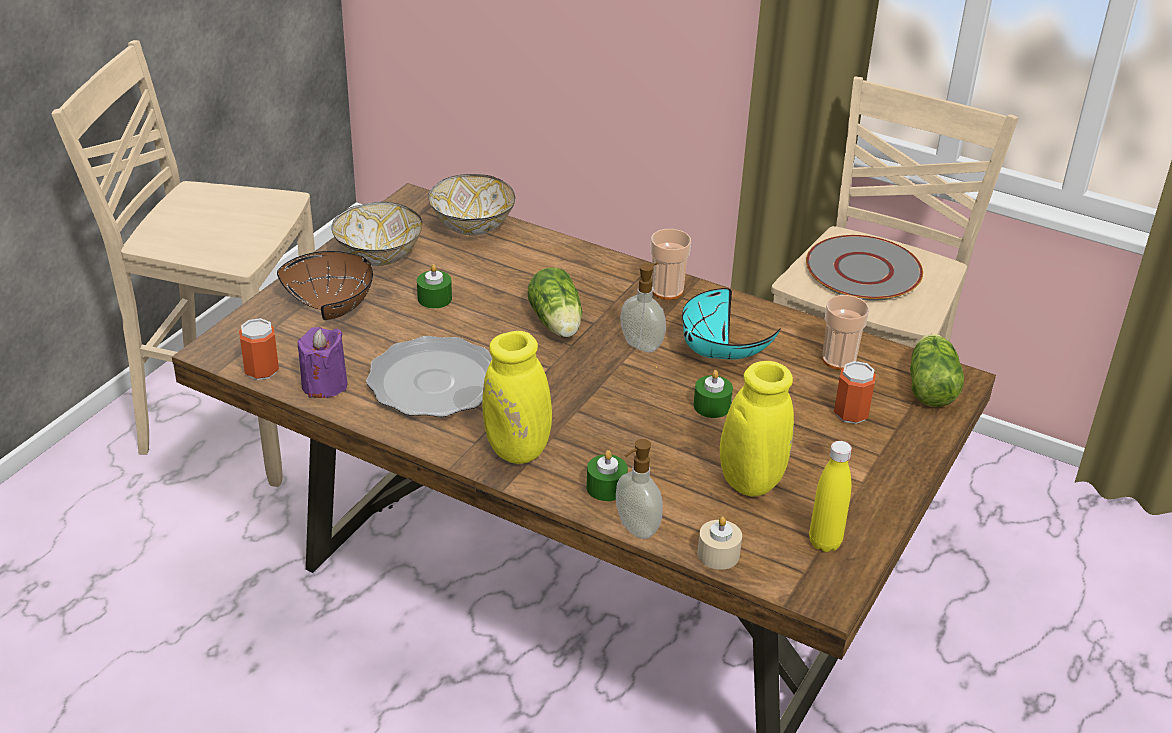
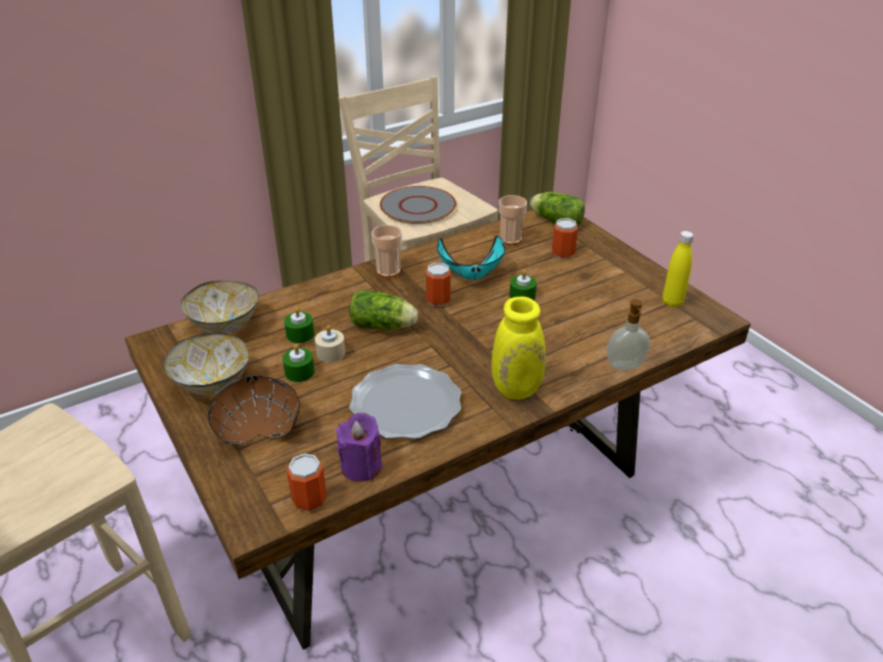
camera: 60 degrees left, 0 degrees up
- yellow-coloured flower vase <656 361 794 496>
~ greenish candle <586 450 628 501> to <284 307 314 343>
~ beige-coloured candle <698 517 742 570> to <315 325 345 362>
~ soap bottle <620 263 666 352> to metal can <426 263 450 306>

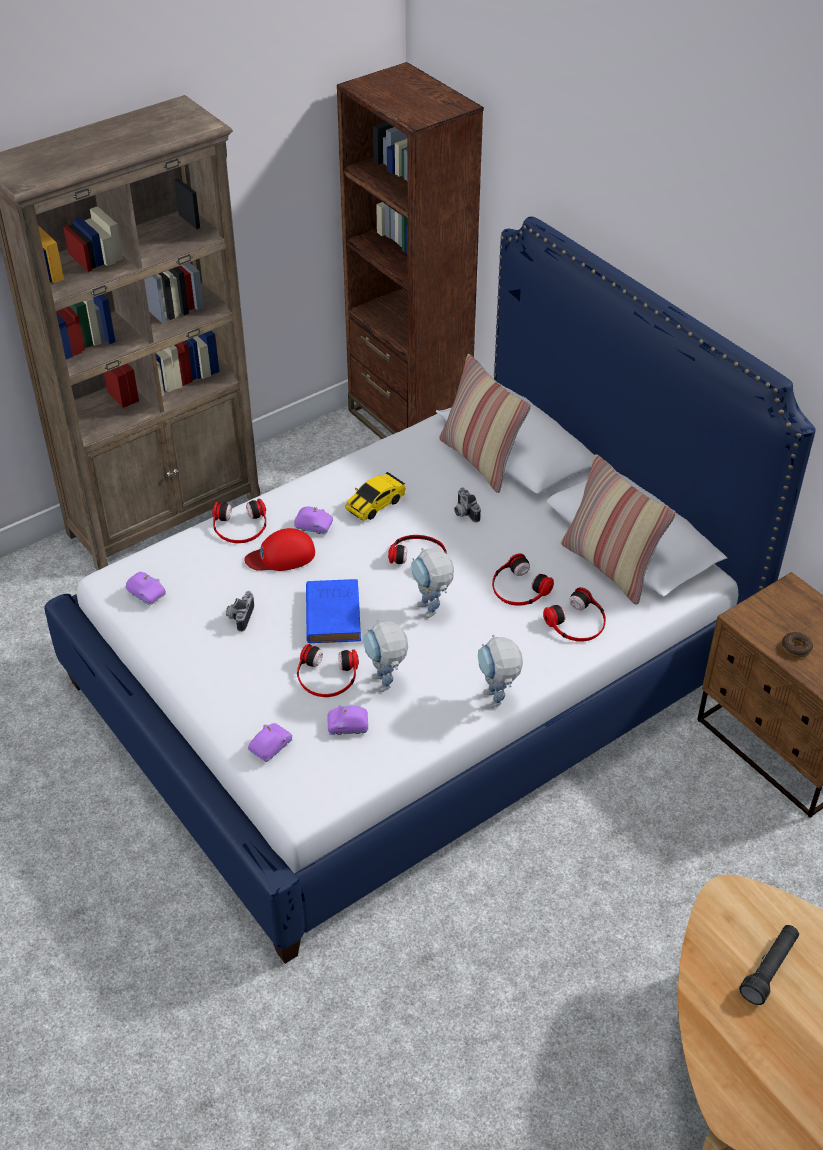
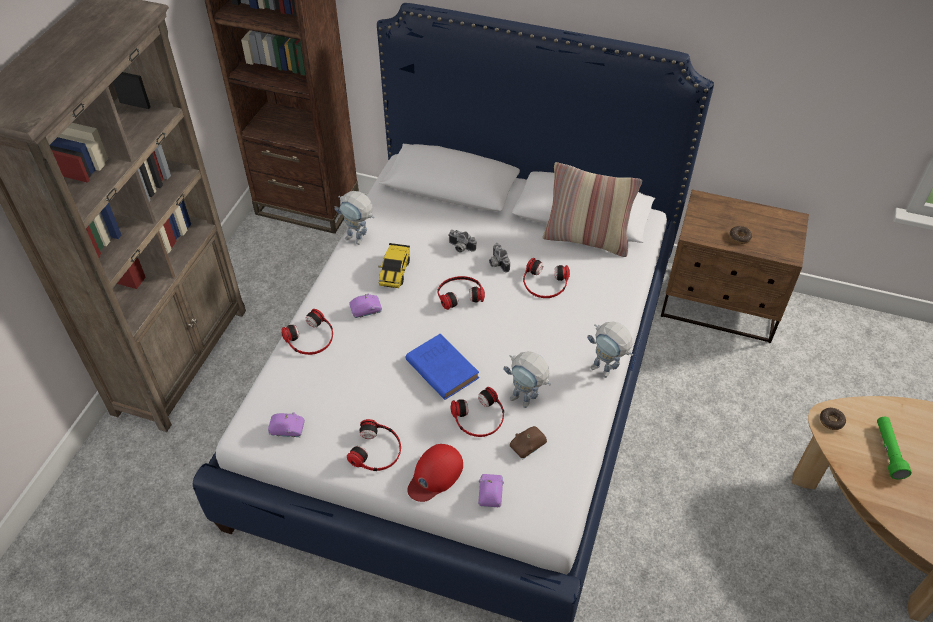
camera: 35 degrees left, 5 degrees up
- cushion <439 354 531 493>
+ doughnut <820 408 846 430>
~ photo camera <226 591 254 632> to <489 243 510 273>
~ reddish cap <244 528 315 571> to <407 444 463 502>
~ robot figure <411 548 454 618> to <334 191 374 245>
~ pair of headphones <543 587 606 642> to <347 419 401 471>
~ purple miniature car <328 705 368 735> to brown miniature car <510 426 547 460>
~ blackish flashlight <739 925 799 1005> to greenish flashlight <877 417 912 480>

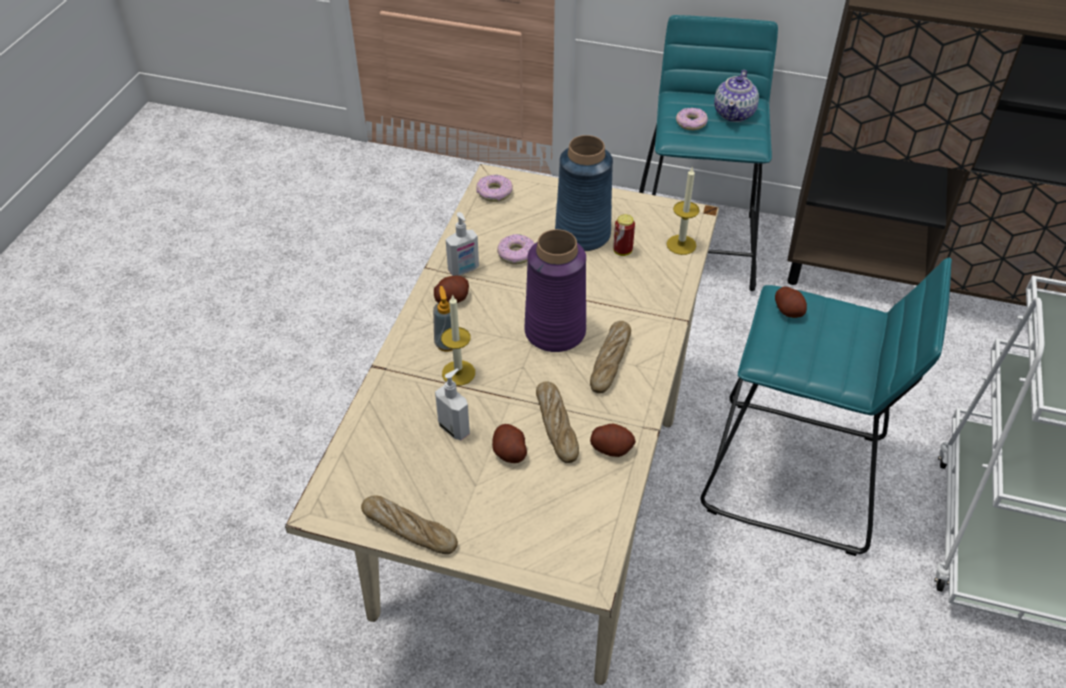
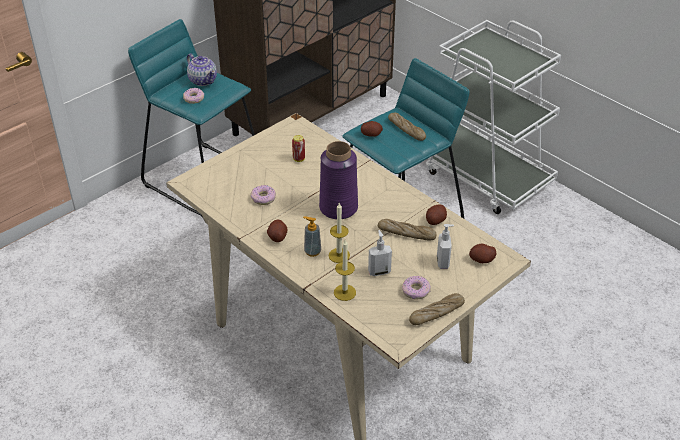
camera: 60 degrees left, 5 degrees down
- blue-coloured flower vase <555 135 613 251>
~ soap bottle <446 212 479 276> to <437 224 454 269>
~ doughnut <476 174 513 202> to <402 276 431 300>
~ spud <492 424 527 463> to <469 243 497 263>
~ bread <590 321 631 393> to <388 113 426 141>
~ candle <666 168 700 255> to <334 240 356 301>

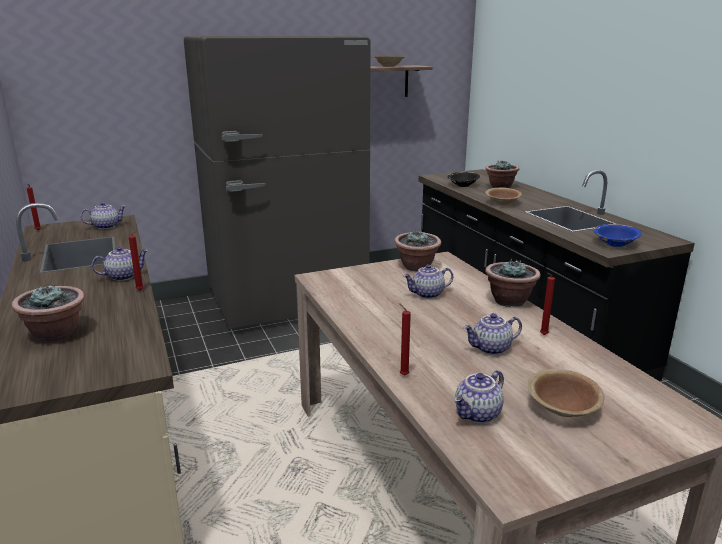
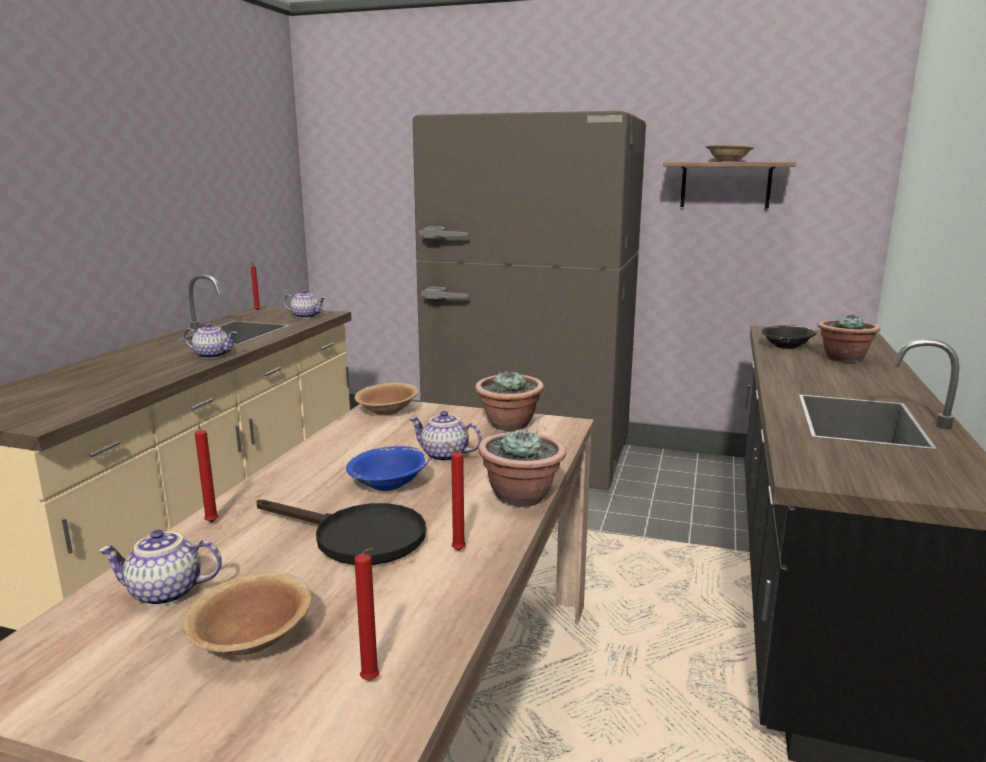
camera: 40 degrees right, 5 degrees down
- plant in a pot <12 285 85 342>
~ reddish candle <128 230 144 290> to <354 548 379 680>
~ brown deep dish <485 188 522 205> to <355 383 419 415>
~ blue-coloured deep dish <593 224 642 247> to <346 446 429 491>
~ teapot <463 313 522 355> to blackish skillet <257 500 426 565>

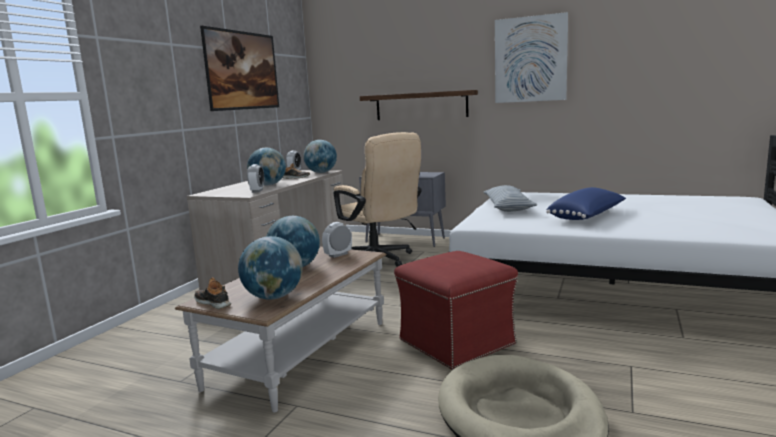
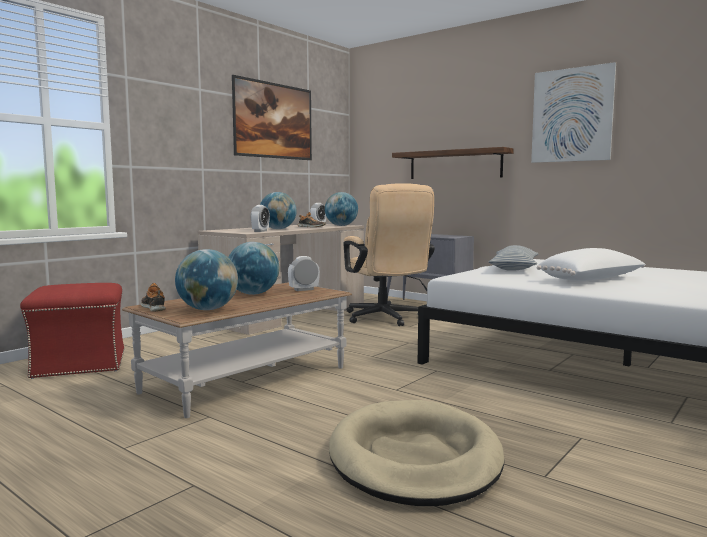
camera: 15 degrees right, 5 degrees down
~ reddish ottoman <394 251 518 370> to <20 283 125 379>
~ blue-coloured cushion <546 187 626 220> to white cushion <537 248 646 281>

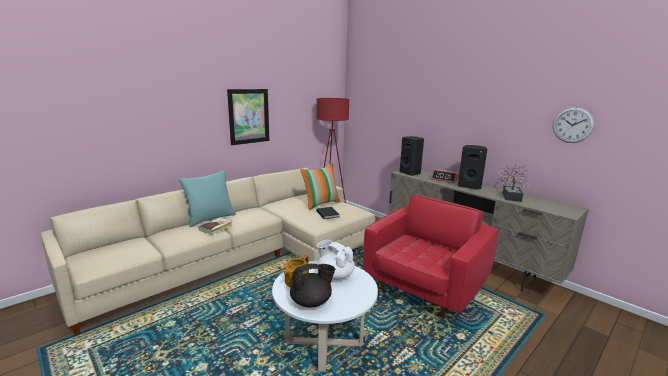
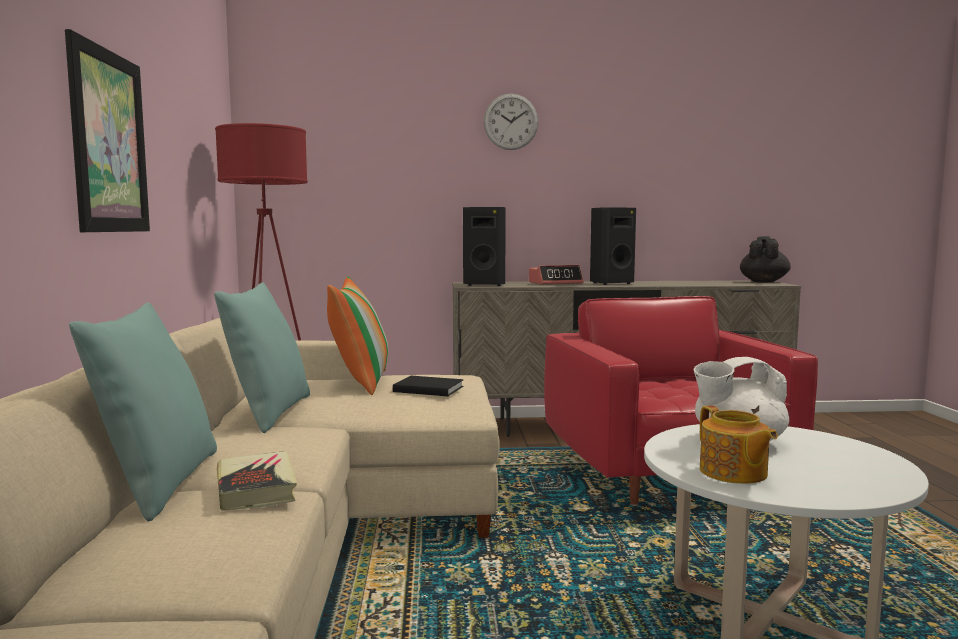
camera: 50 degrees left, 10 degrees down
- plant in a pot <499 163 529 202>
+ turquoise-coloured cushion <214 282 310 433>
~ blackish teapot <290 264 335 308> to <740 236 791 282>
~ clock on the wall <553 107 595 143> to <484 93 538 150>

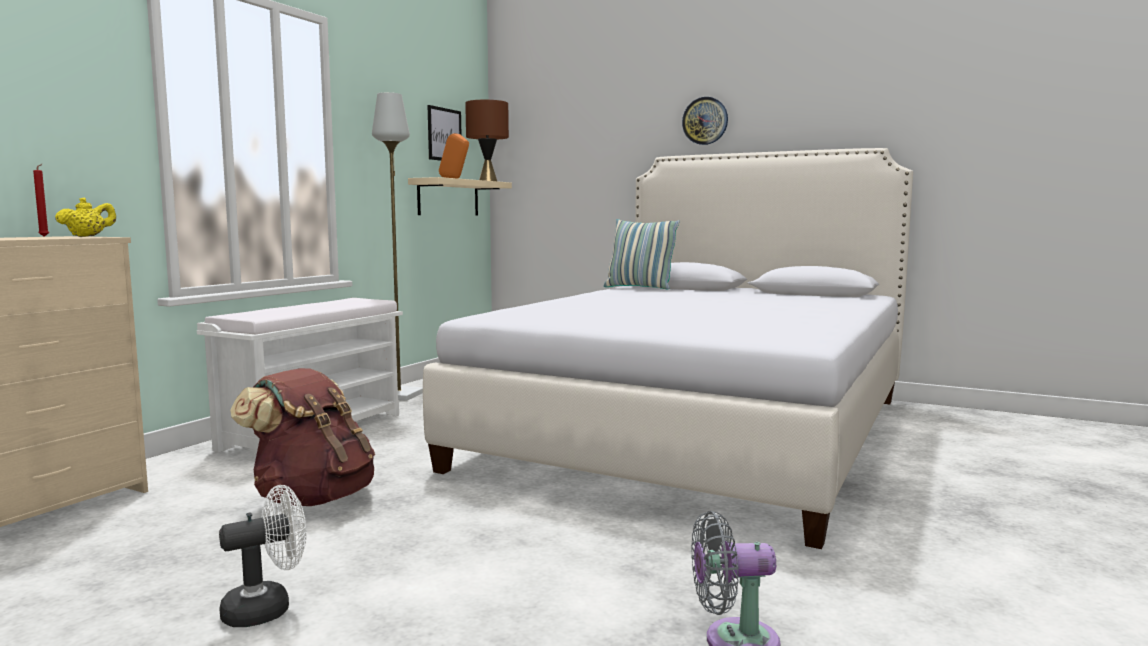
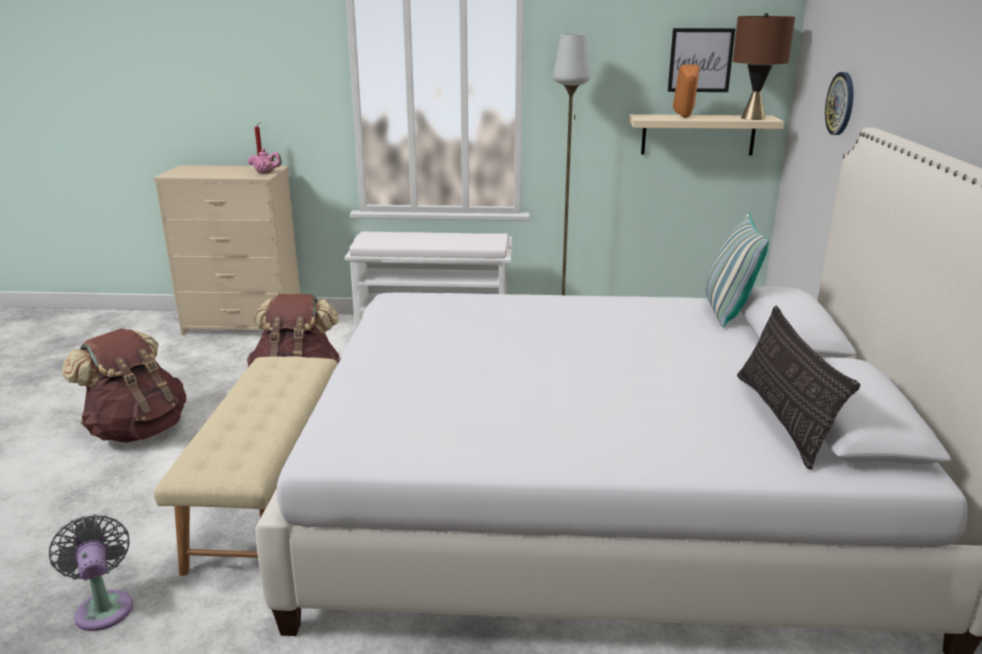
camera: 65 degrees right, 15 degrees up
+ beige-coloured long seat <154 356 338 576>
+ cushion <737 306 860 470>
~ clock on the wall <682 97 728 145> to <825 72 854 135>
~ white cooling fan <219 485 306 627> to brown rucksack <62 328 186 443>
~ yellow-coloured teapot <55 197 116 237> to pinkish teapot <248 148 282 174>

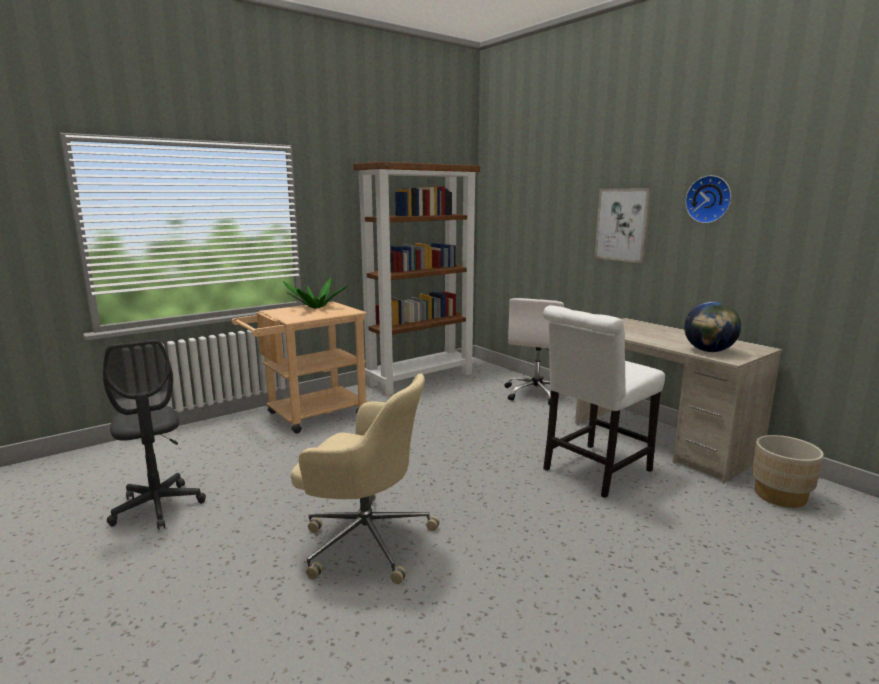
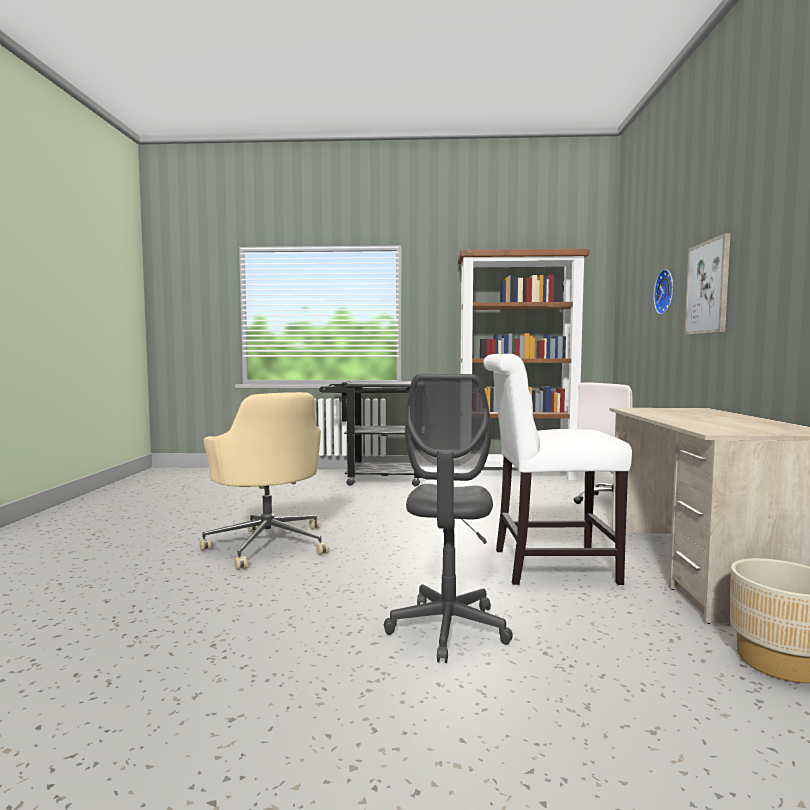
camera: 40 degrees right, 10 degrees down
- plant in a pot <283 277 348 309>
- desk globe <684 301 741 352>
~ greyish office chair <103 340 206 530> to <384 374 513 663>
~ clock on the wall <685 175 731 223> to <654 269 674 314>
~ beige-coloured cart <232 302 367 434> to blackish cart <319 381 421 487>

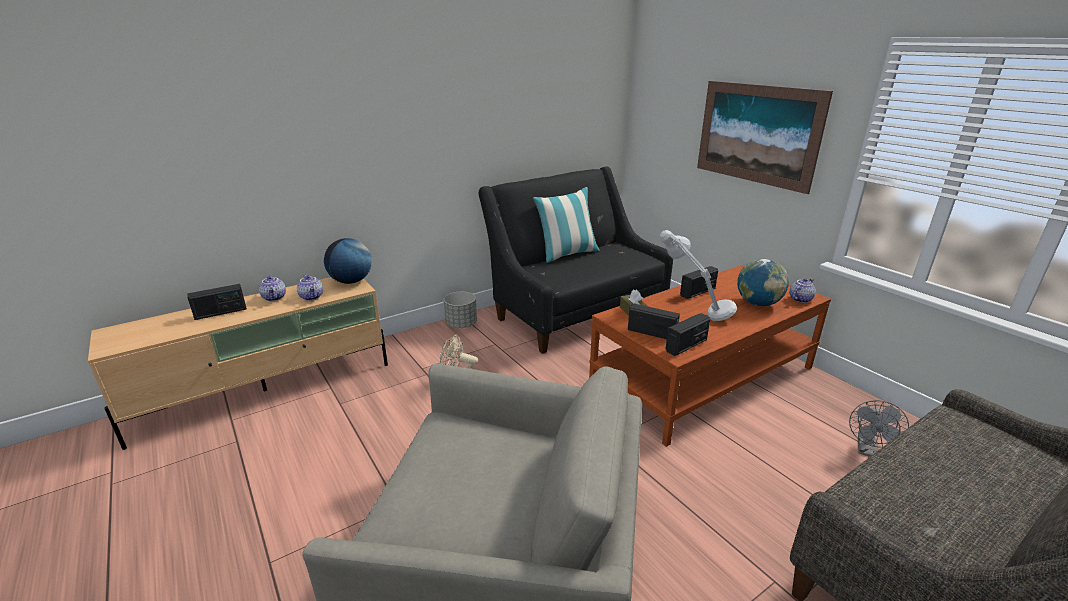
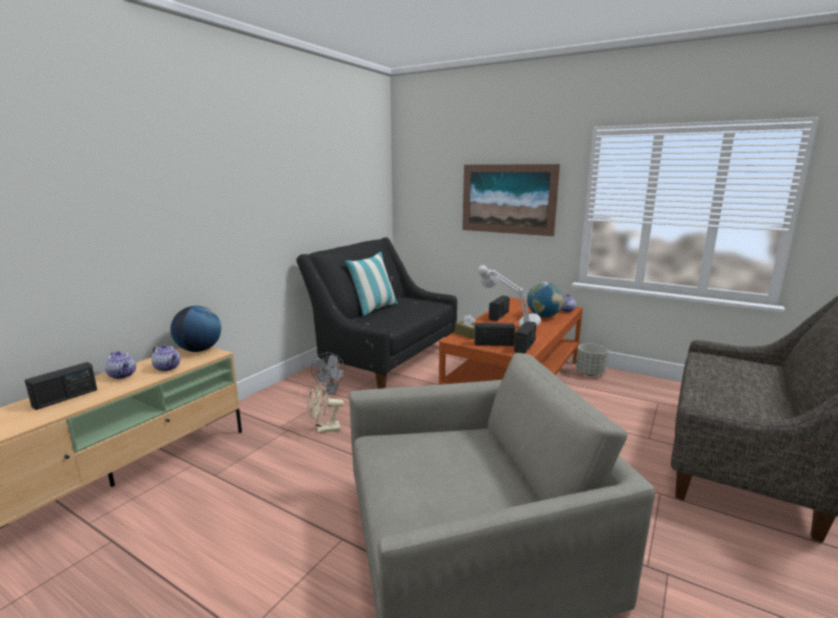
camera: 25 degrees left, 10 degrees down
~ greyish flower pot <444 291 477 328> to <576 344 608 376>
~ greyish cooling fan <849 400 909 457> to <311 352 345 394>

